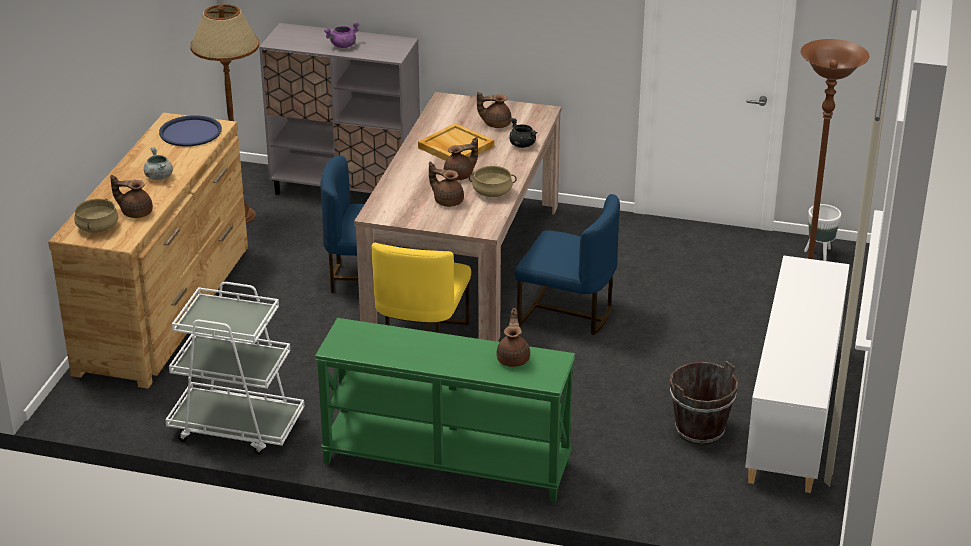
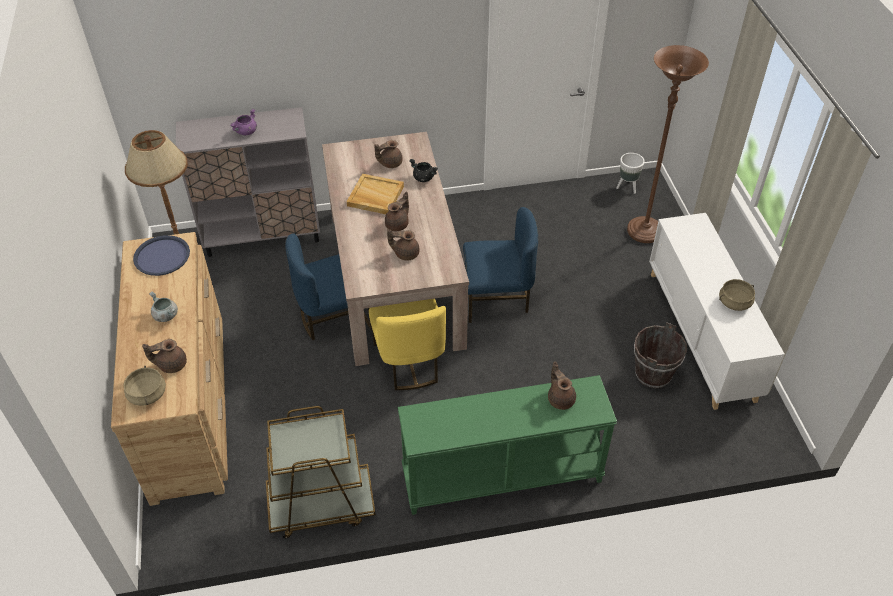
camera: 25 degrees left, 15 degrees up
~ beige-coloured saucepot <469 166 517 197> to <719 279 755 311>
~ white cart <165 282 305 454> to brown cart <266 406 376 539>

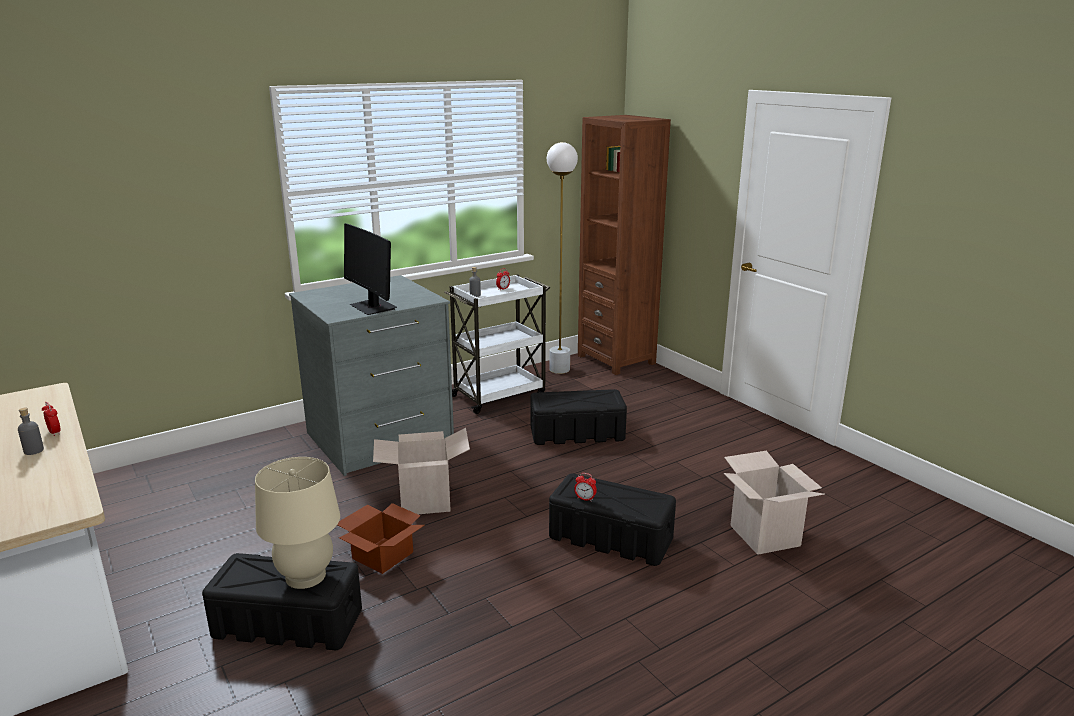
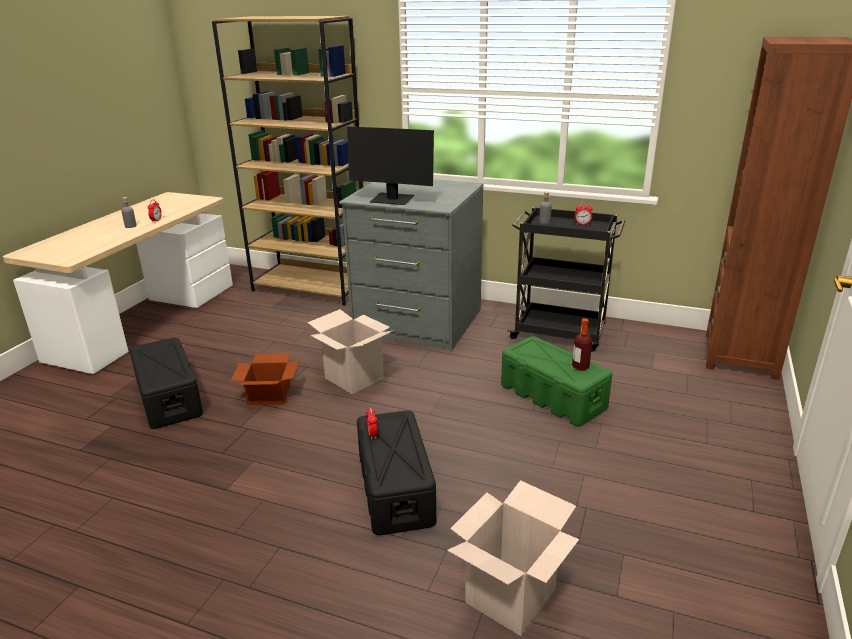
camera: 55 degrees right, 5 degrees up
- beige-coloured tabletop lamp <255 457 340 589>
- white standard lamp <547 142 578 374>
+ brown shelving unit <212 16 363 306>
+ beverage bottle <572 318 592 371>
~ white cart <444 274 550 414> to blackish cart <507 207 625 351>
~ blackish storage box <530 389 627 445> to greenish storage box <501 336 612 426>
~ computer display <344 223 397 315> = <347 127 434 205> 90 degrees counterclockwise

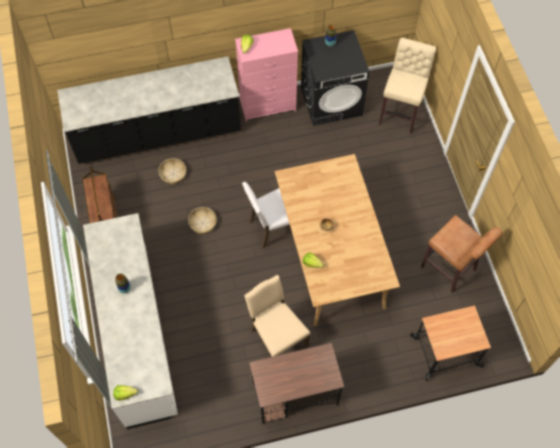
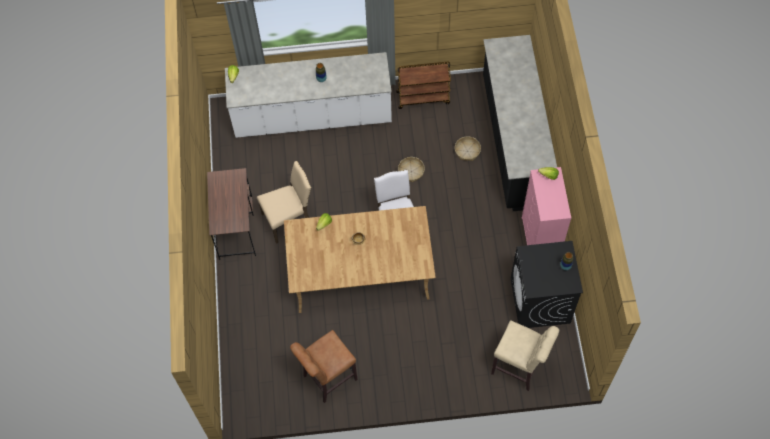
camera: 100 degrees right, 0 degrees up
- cart <410 305 491 381>

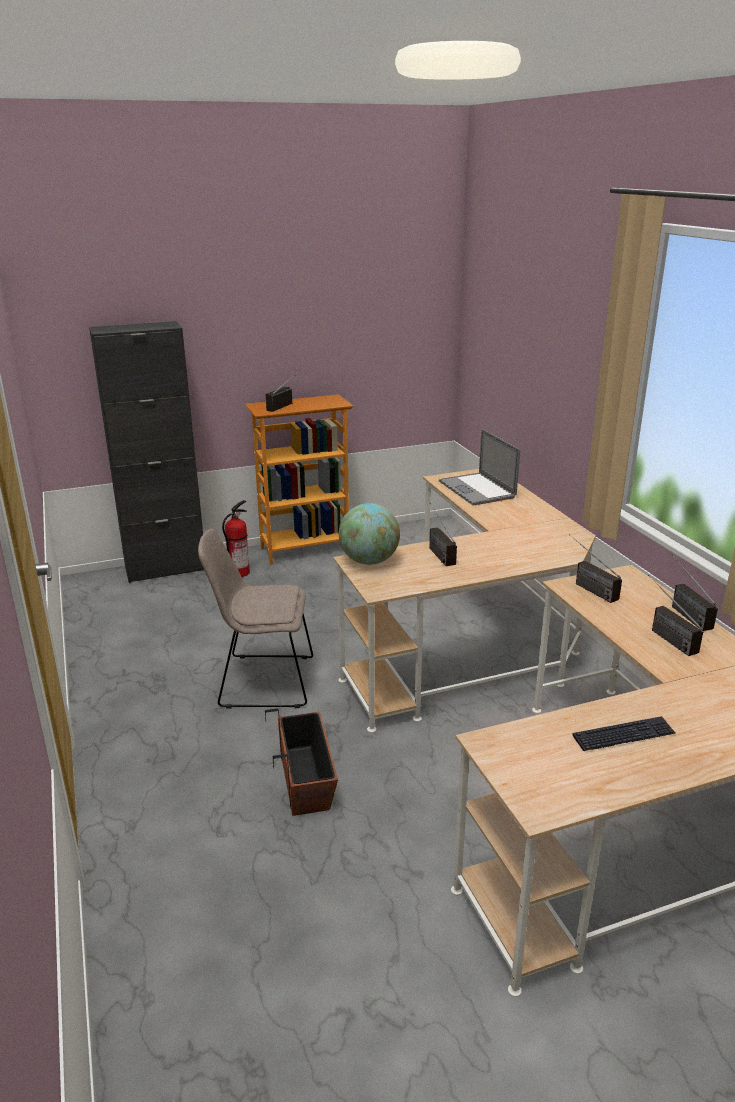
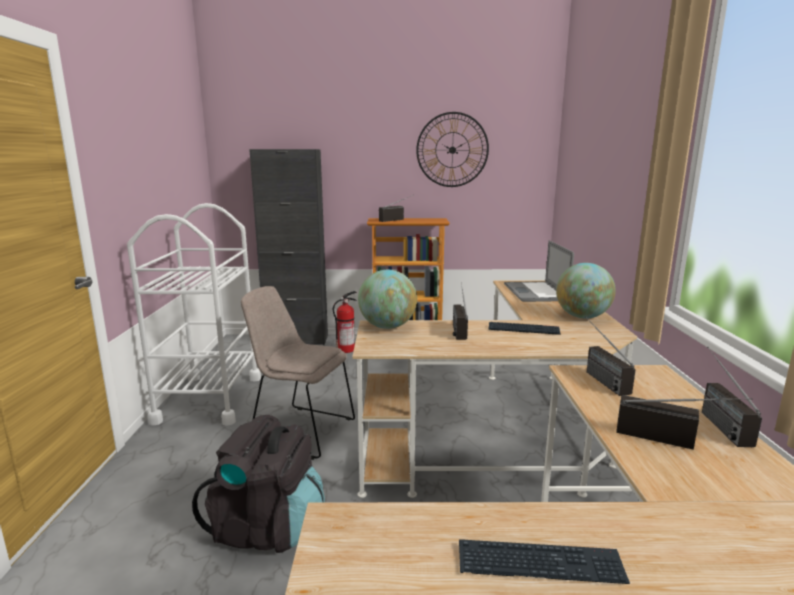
camera: 20 degrees right, 10 degrees down
+ white cart <127 203 261 426>
+ clock on the wall <416 112 489 187>
+ computer keyboard <489 322 561 335>
+ desk globe <556 263 616 318>
~ flower pot <265 708 338 816> to blackish rucksack <192 415 325 553>
~ radio set <648 575 703 656> = <616 395 753 449> 120 degrees clockwise

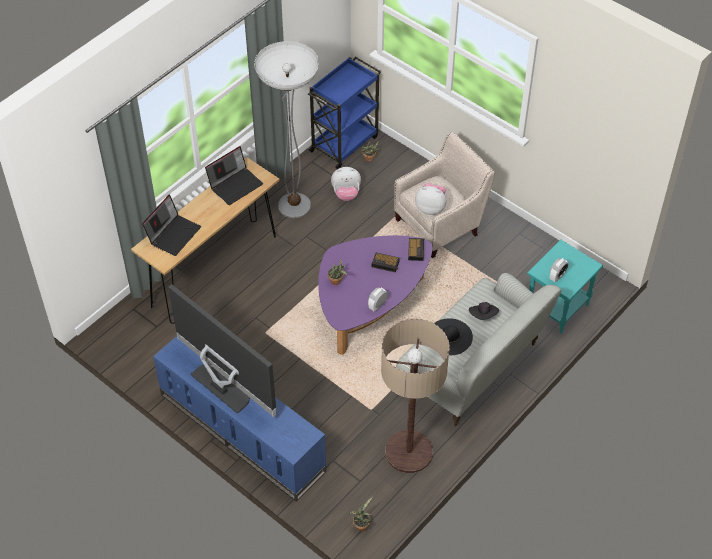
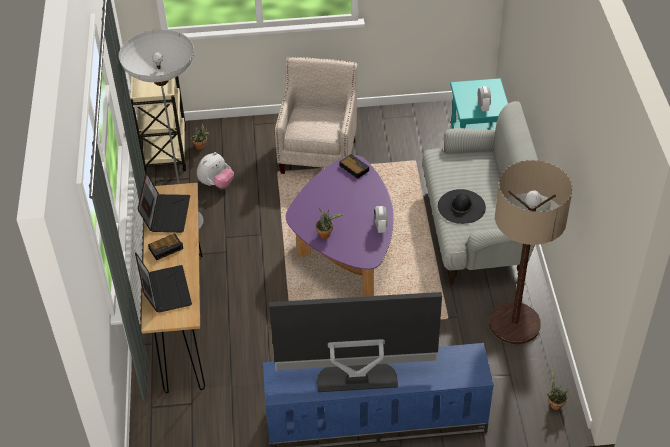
camera: 45 degrees left, 5 degrees down
- plush toy <415 183 447 215>
- blackish wearable hat <469 302 499 320>
~ bedside clock <372 253 400 273> to <148 233 183 260>
~ blue-coloured cart <308 56 381 169> to beige-coloured cart <130 76 187 173>

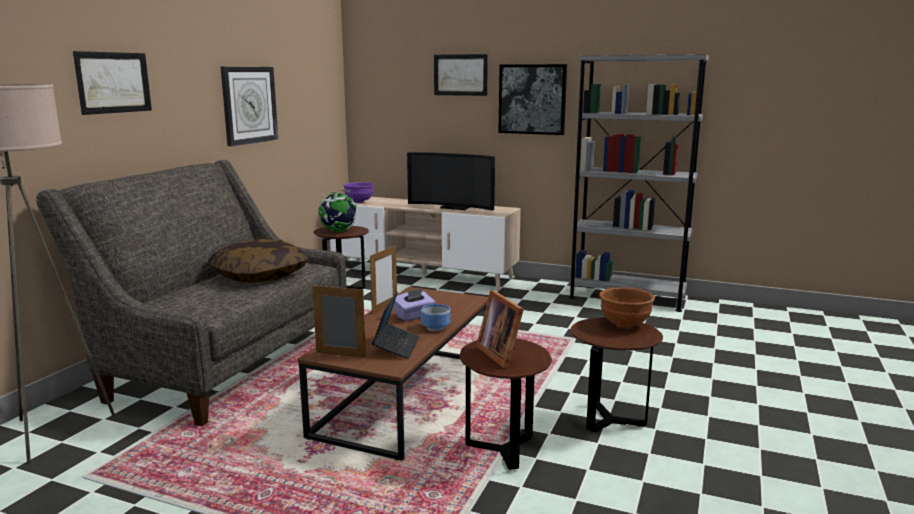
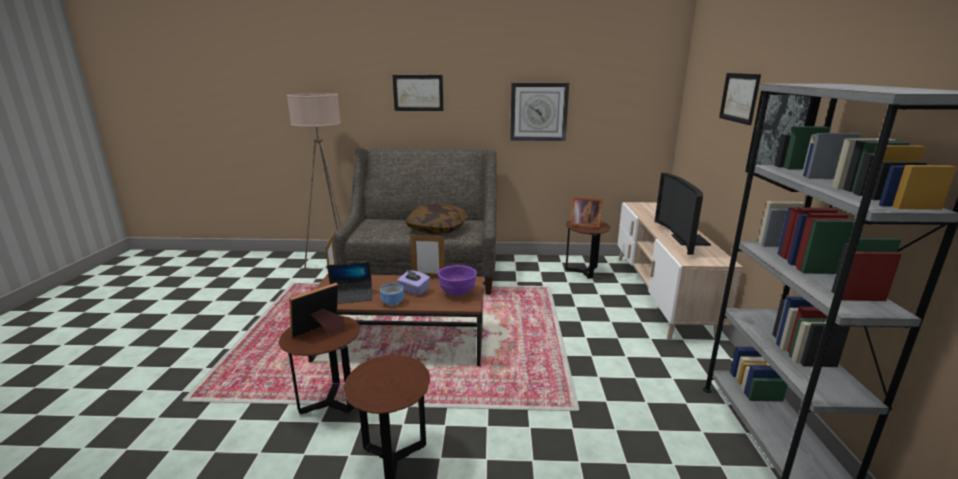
camera: 70 degrees right, 5 degrees up
- brown deep dish <599 287 655 328>
~ purple deep dish <343 182 374 203> to <438 265 477 296>
~ desk globe <318 190 357 232> to picture frame <570 197 603 228>

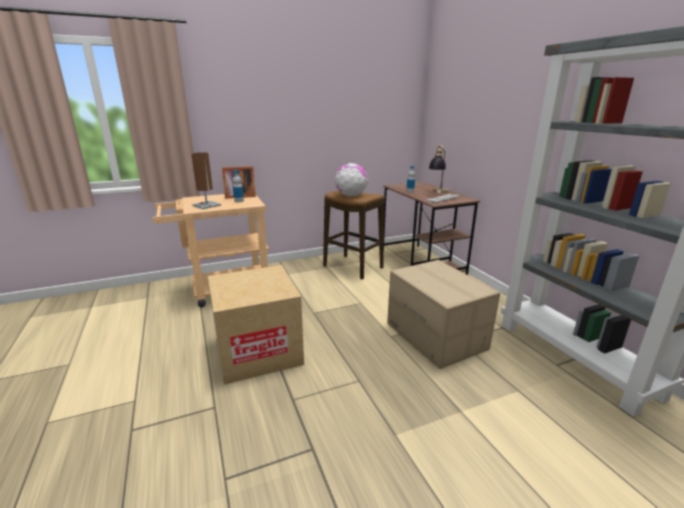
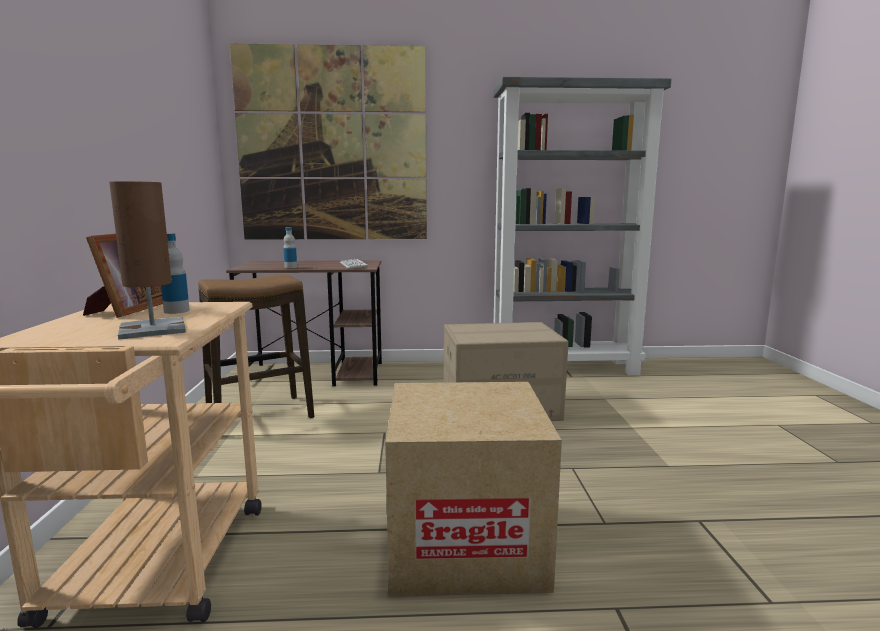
camera: 70 degrees left, 10 degrees down
- desk globe <335 163 368 197>
- tabletop lamp <429 145 449 193>
+ wall art <230 44 427 240>

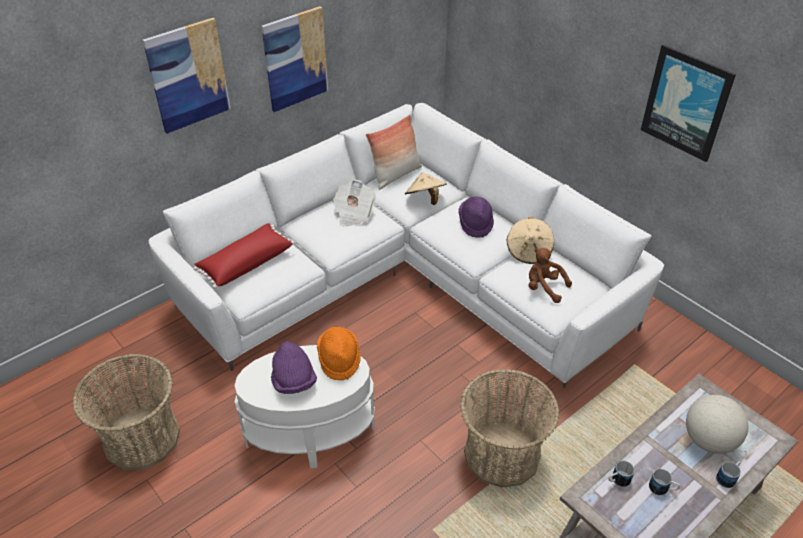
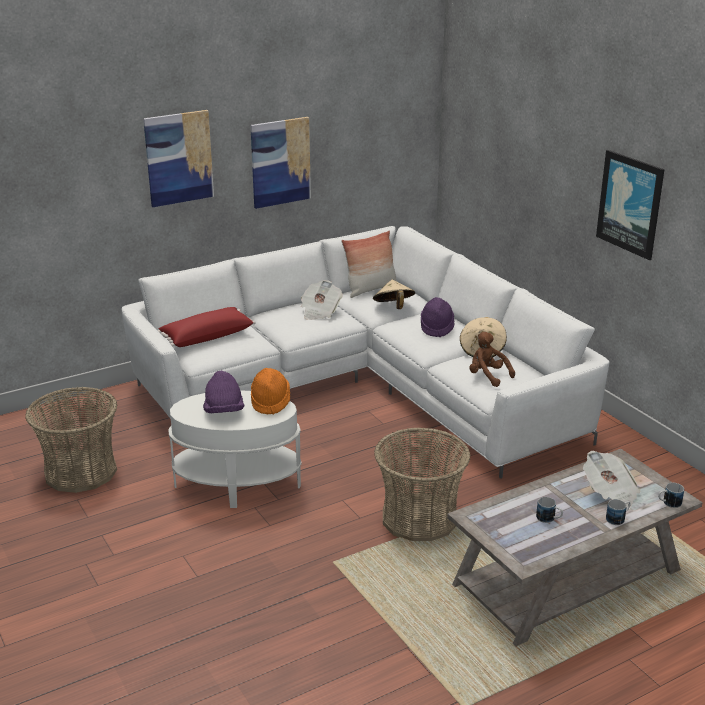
camera: 10 degrees right, 15 degrees down
~ tea mug <609 461 634 487> to <658 483 684 508>
~ desk globe <686 395 748 454> to daily paper <583 451 641 510>

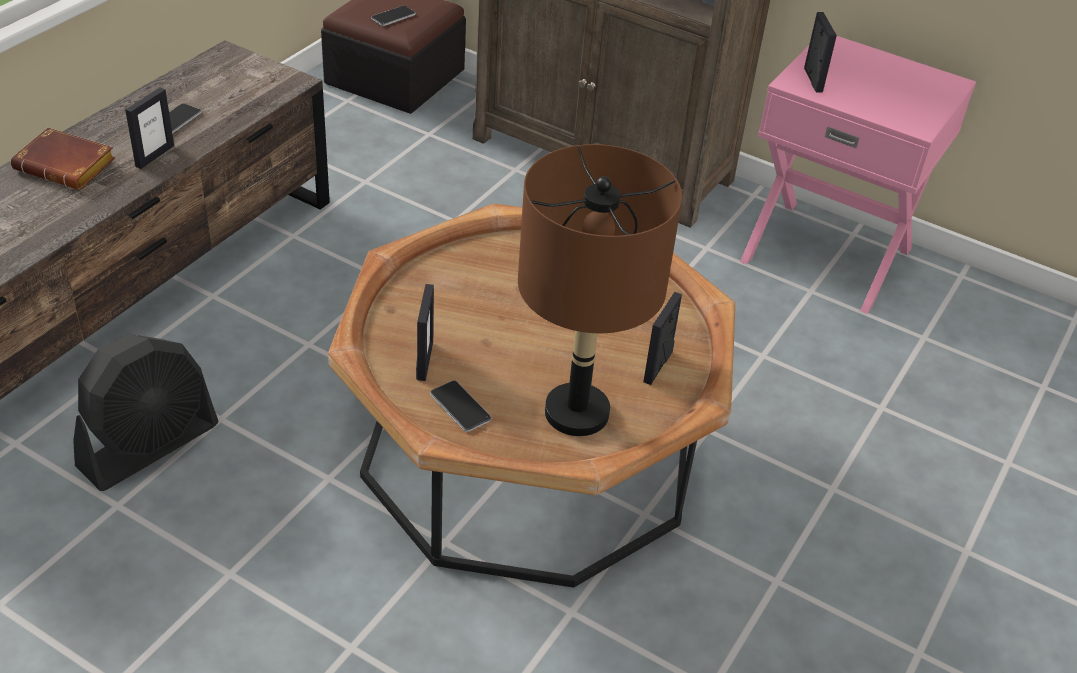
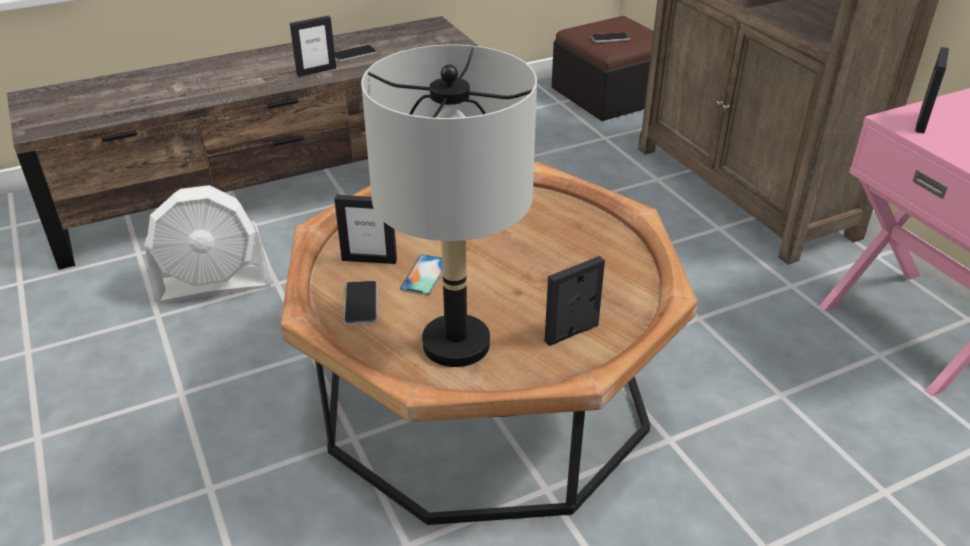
camera: 35 degrees right, 5 degrees down
- brown bound book <11 128 115 190>
+ handset <400 254 443 296>
~ blackish cooling fan <73 334 219 491> to white cooling fan <145 185 272 303>
~ brown tabletop lamp <518 144 682 436> to greyish tabletop lamp <361 45 537 367>
~ picture frame <416 284 434 381> = <334 195 397 264> 60 degrees clockwise

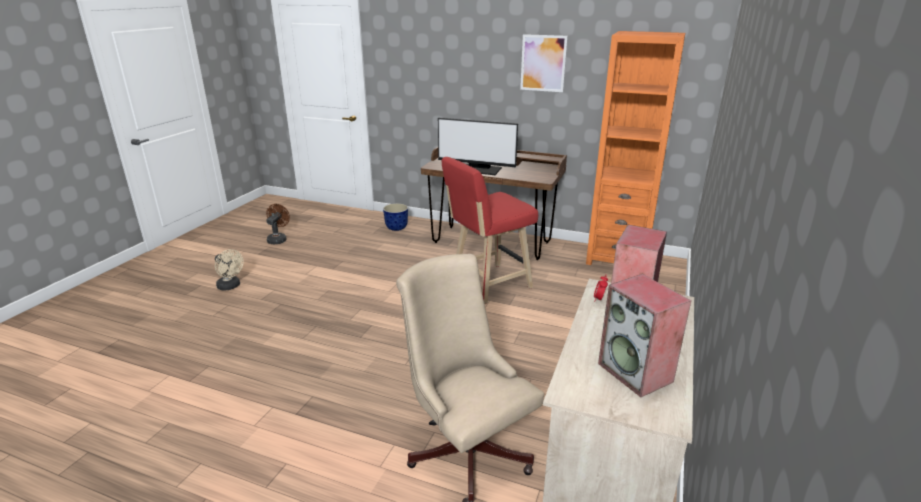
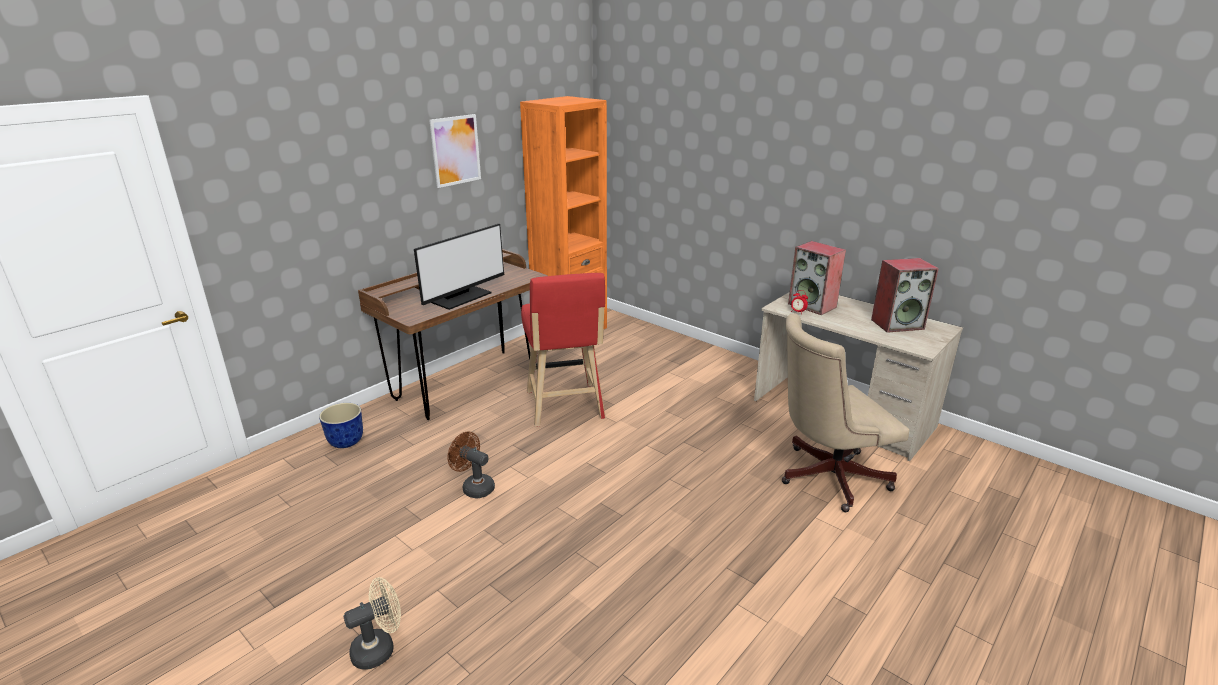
camera: 70 degrees left, 0 degrees up
~ brown cooling fan <266 204 290 244> to <447 432 495 499>

